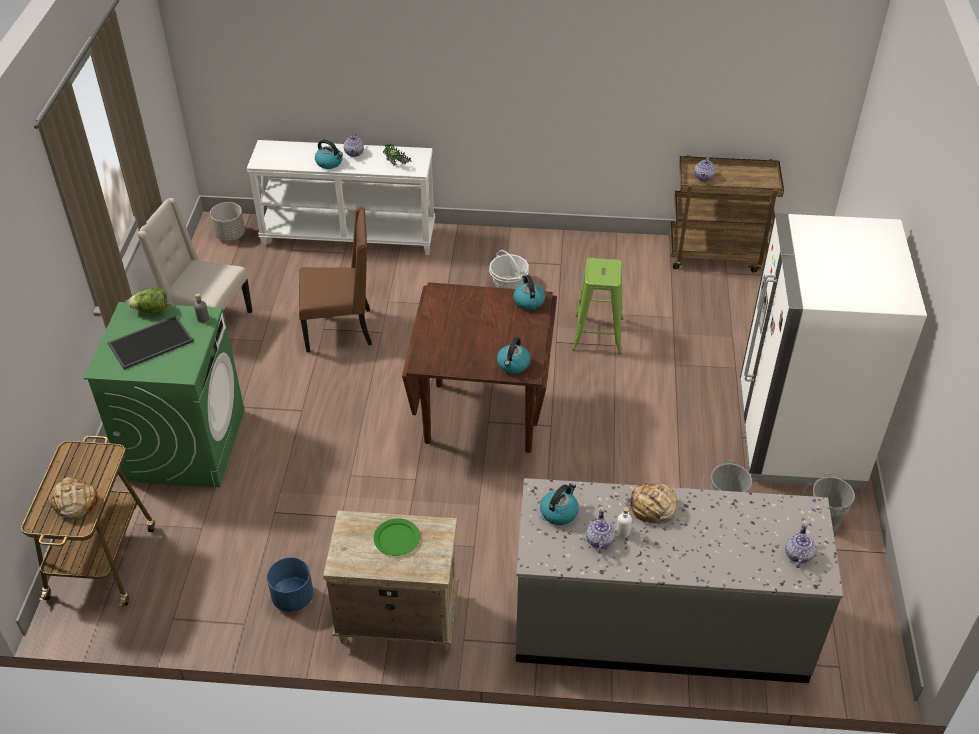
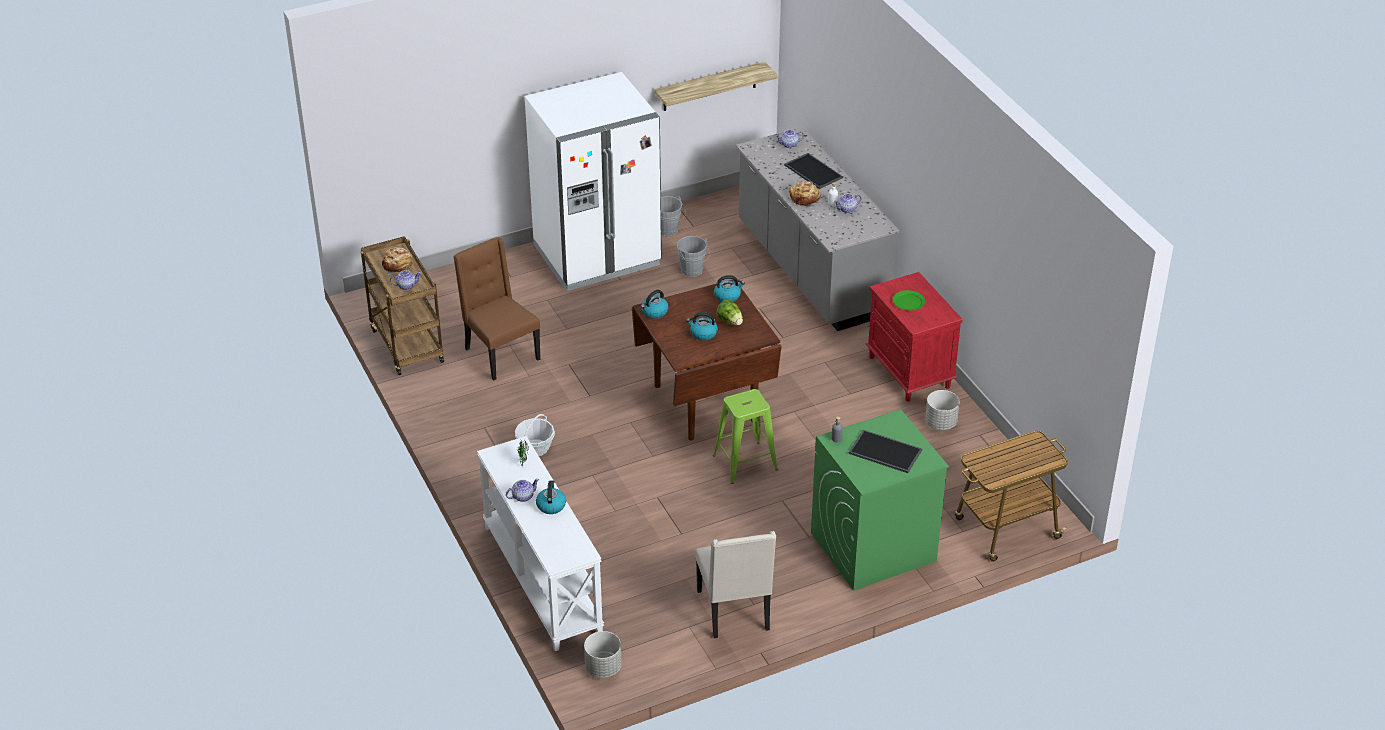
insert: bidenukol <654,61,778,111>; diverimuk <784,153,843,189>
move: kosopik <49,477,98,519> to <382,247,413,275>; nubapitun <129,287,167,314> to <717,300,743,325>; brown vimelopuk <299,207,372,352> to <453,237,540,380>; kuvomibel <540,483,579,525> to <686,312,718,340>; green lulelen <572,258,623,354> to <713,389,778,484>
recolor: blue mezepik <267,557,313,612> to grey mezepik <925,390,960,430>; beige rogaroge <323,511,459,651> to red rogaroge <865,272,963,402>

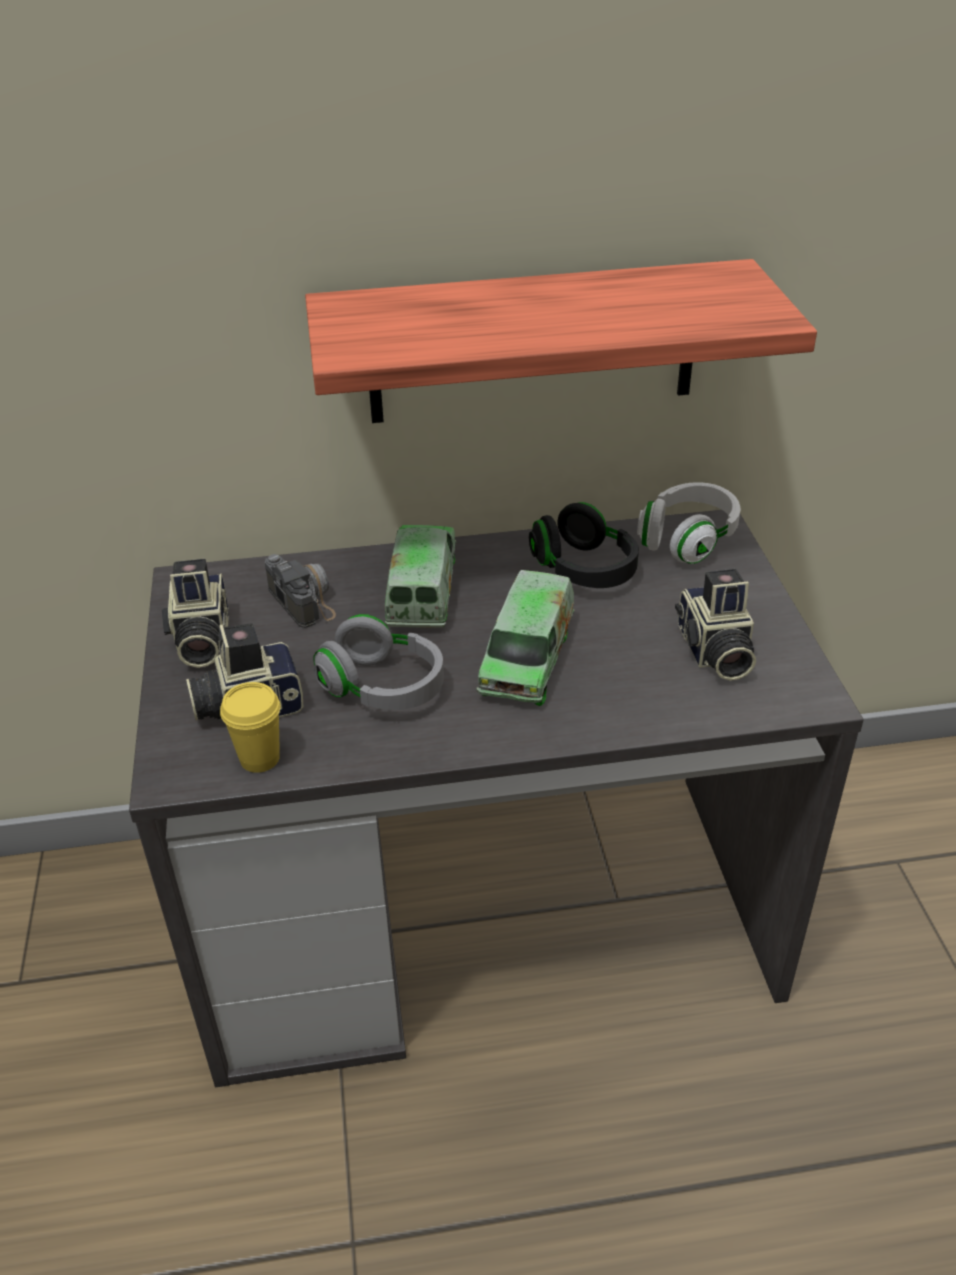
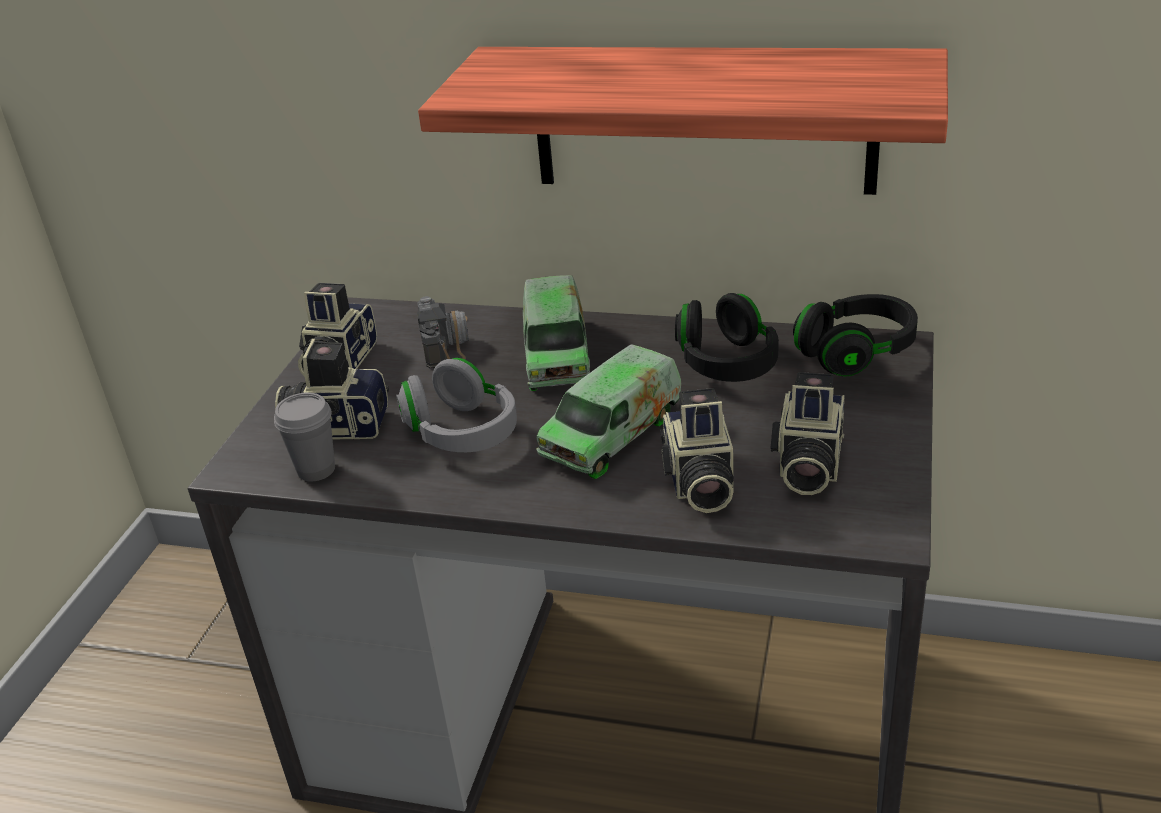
insert: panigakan <660,388,733,513>
recolor: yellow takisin <220,682,280,773> to grey takisin <274,393,335,481>; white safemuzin <637,482,741,564> to black safemuzin <793,294,918,377>
rotate: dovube <385,525,457,628> = <523,275,590,391> 150 degrees clockwise

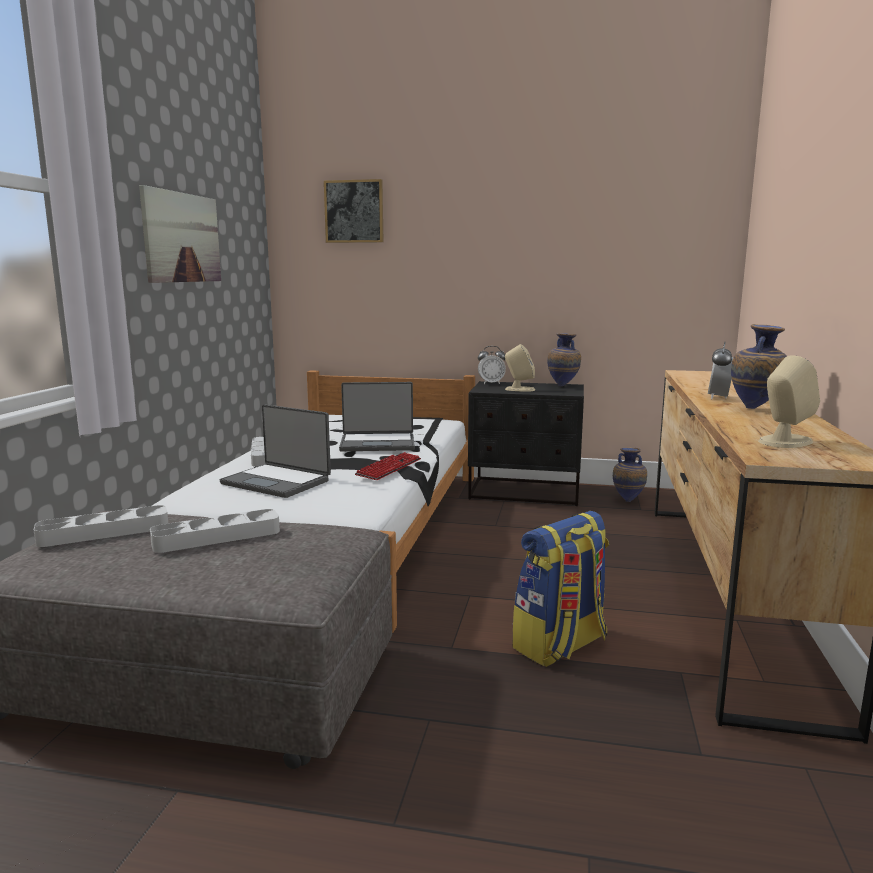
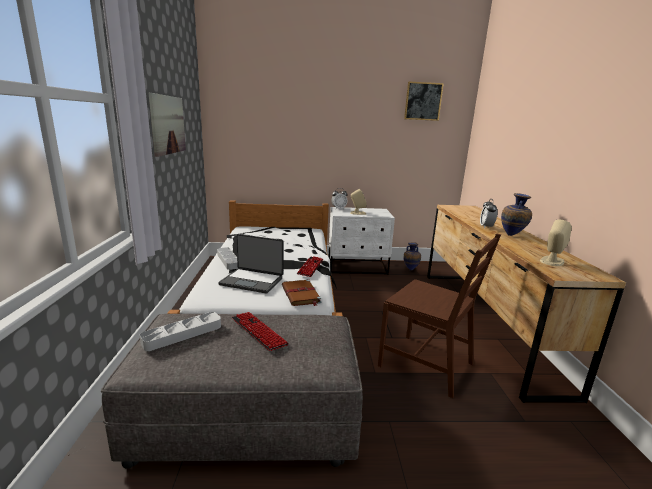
delete: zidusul <339,382,415,451>; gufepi <547,333,581,386>
insert: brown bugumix <282,279,322,306>
move: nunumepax <324,179,384,243> to <404,82,444,121>
replace: grey diverimuk <150,509,280,553> to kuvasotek <231,312,289,351>; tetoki <512,511,609,667> to brown vimelopuk <378,234,501,398>
recolor: black rogaroge <468,381,584,506> to white rogaroge <329,207,395,275>

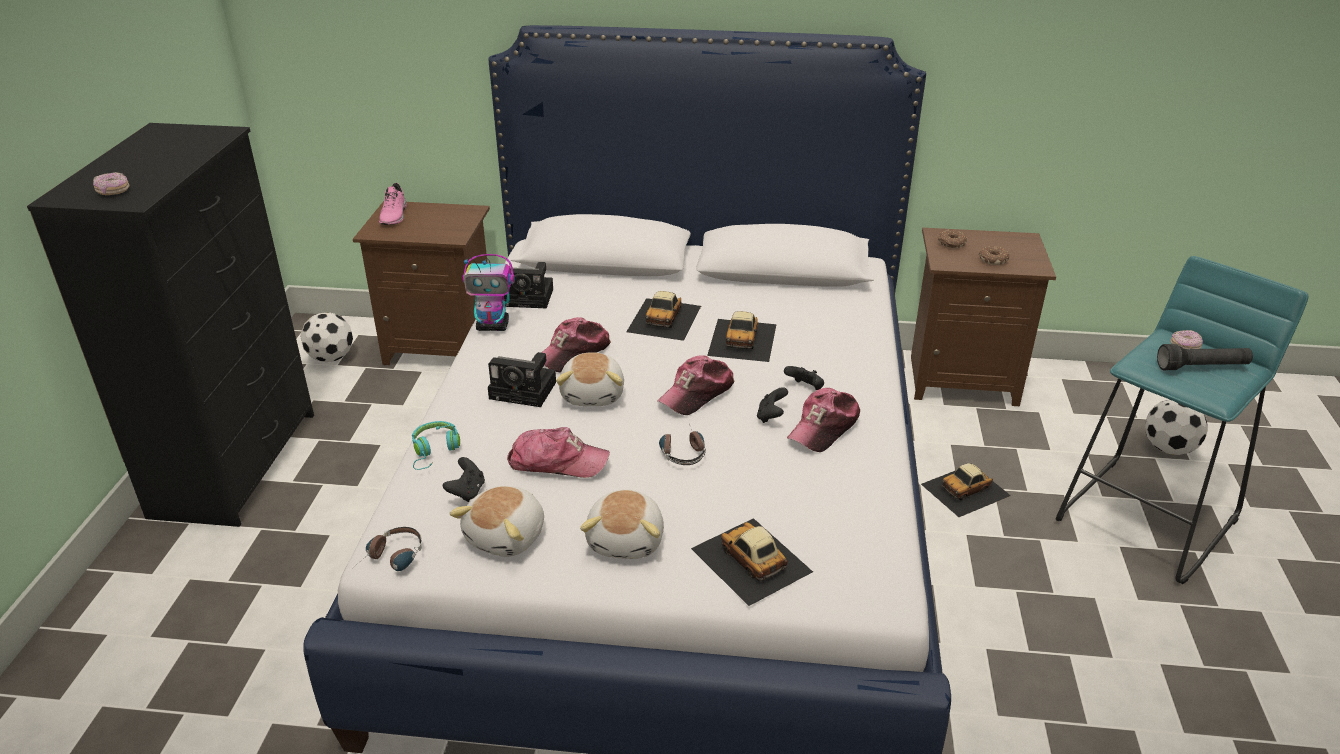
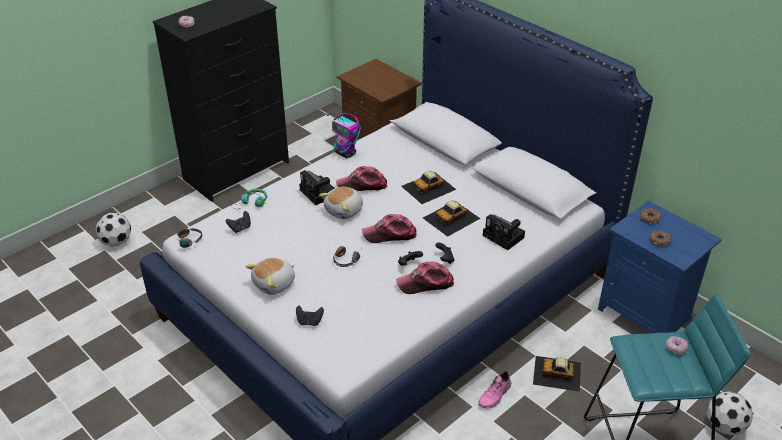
delete: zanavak <449,486,544,557>; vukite <507,427,610,478>; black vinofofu <1157,344,1253,370>
move: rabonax <300,312,353,362> to <95,213,131,246>; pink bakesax <379,183,407,225> to <478,371,511,408>; panigakan <504,262,553,308> to <483,214,525,250>
replace: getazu <691,518,813,606> to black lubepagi <296,306,324,326>
recolor: brown rogaroge <911,228,1056,406> to blue rogaroge <598,201,722,333>

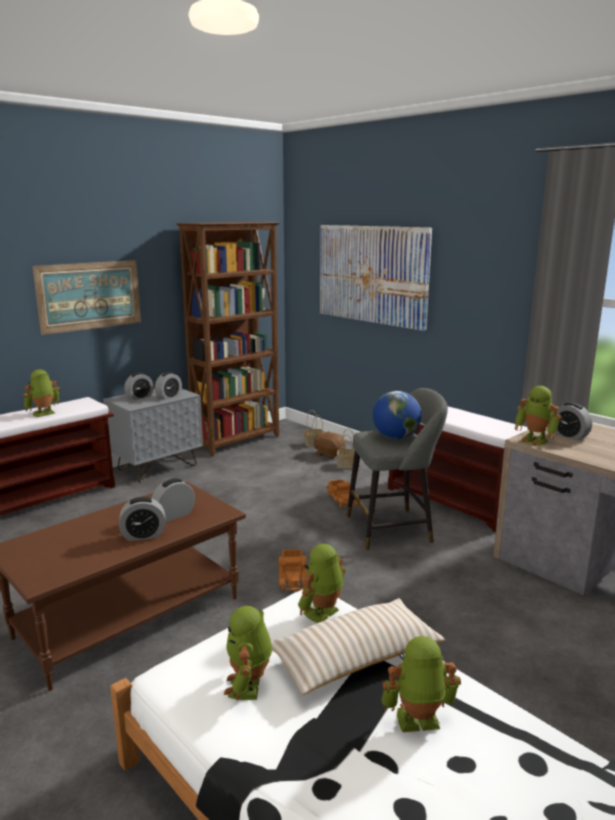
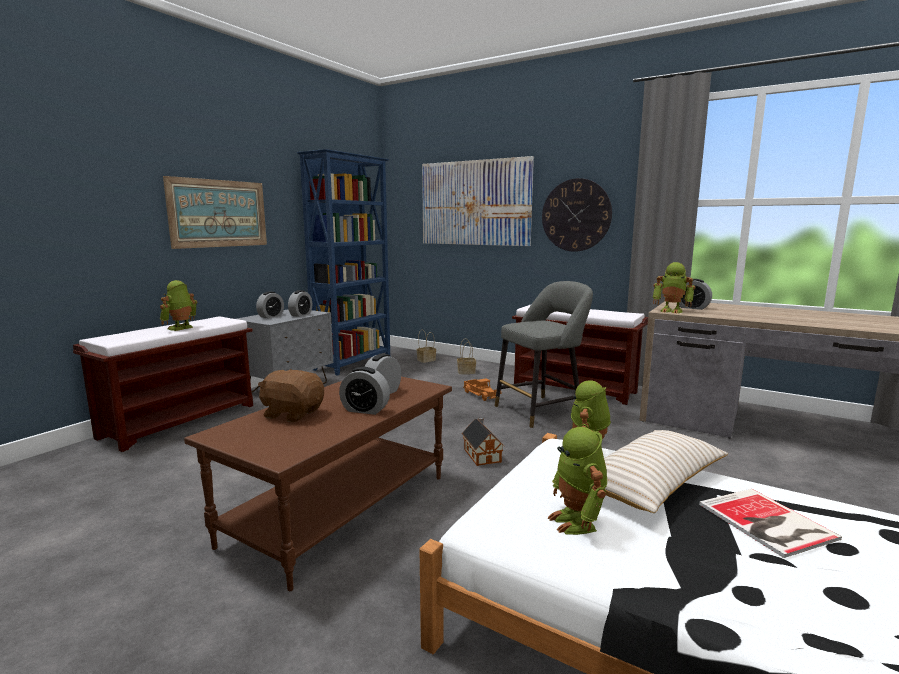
delete: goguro <373,391,422,439>
insert: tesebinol <542,178,612,252>
move: brown zanavak <314,431,346,459> to <258,369,324,422>
replace: dovube <279,550,307,591> to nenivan <462,417,504,466>; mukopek <381,636,461,732> to bugumix <699,489,842,558>
recolor: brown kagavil <176,222,280,456> to blue kagavil <297,149,390,376>
rotate: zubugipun <119,497,165,541> = <339,367,390,415> 45 degrees clockwise

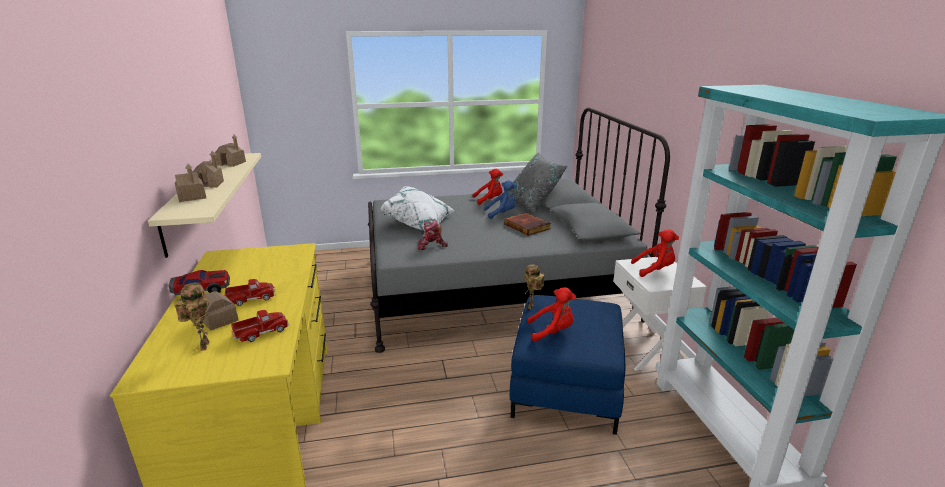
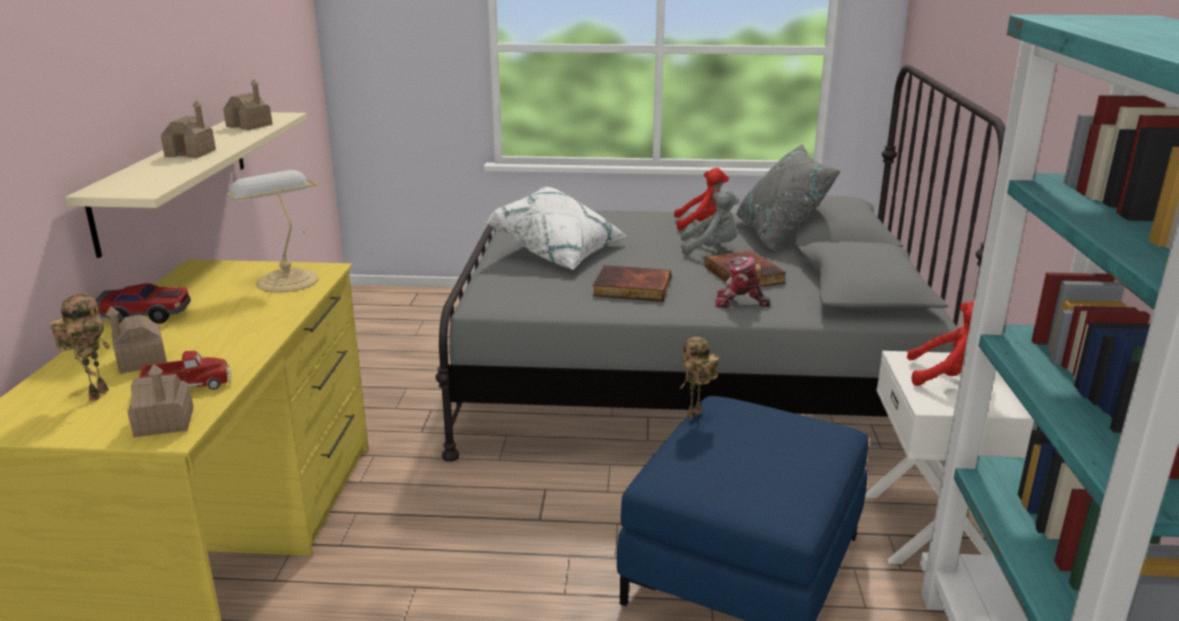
delete: dovube <225,279,276,306>; red zanavak <527,287,576,342>
insert: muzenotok <227,170,318,293>; bugumix <593,265,671,302>
move: nenivan <175,164,206,202> to <127,364,194,437>; mukopek <418,220,448,250> to <715,257,770,308>
recolor: blue zanavak <484,180,517,219> to grey zanavak <681,189,740,256>

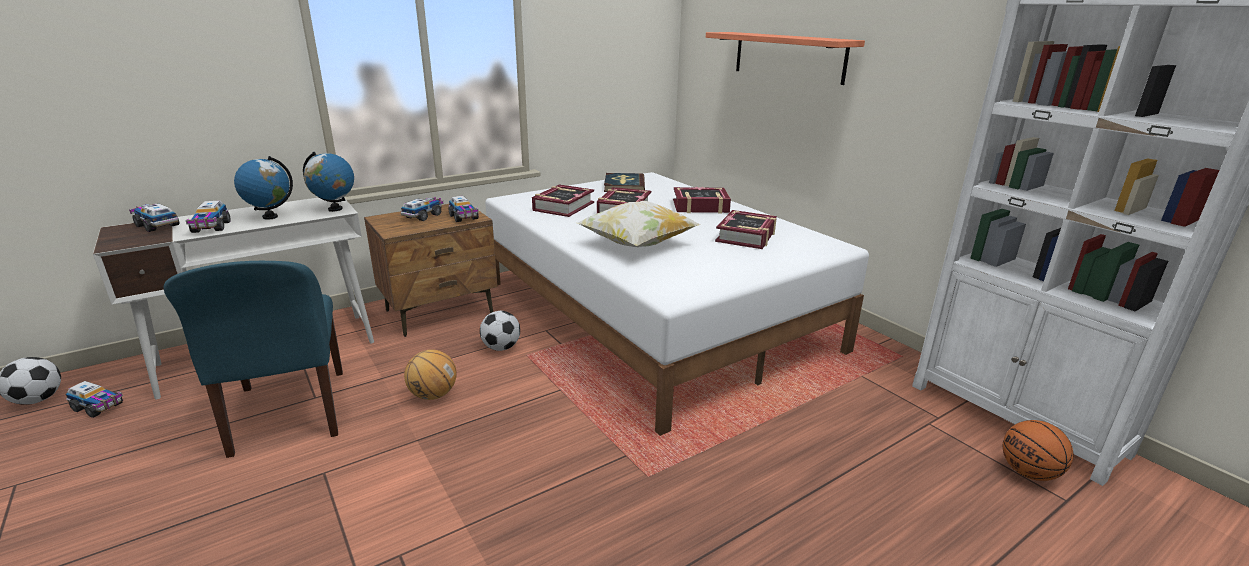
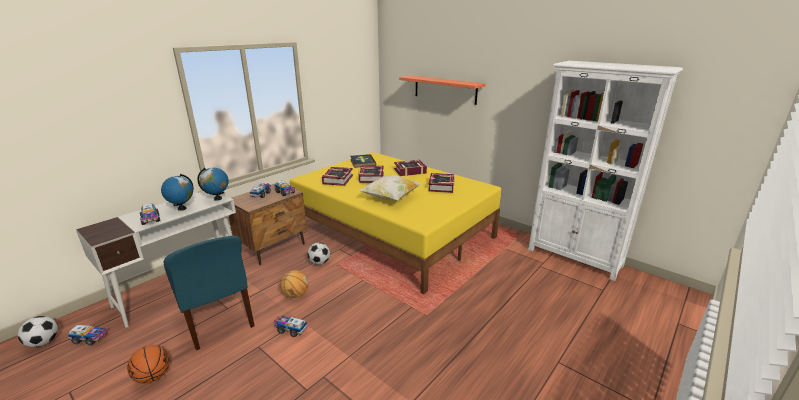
move: dovube <129,204,180,232> to <274,315,308,337>; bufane <1003,420,1073,481> to <127,345,170,384>
recolor: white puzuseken <485,172,869,436> to yellow puzuseken <290,152,501,294>

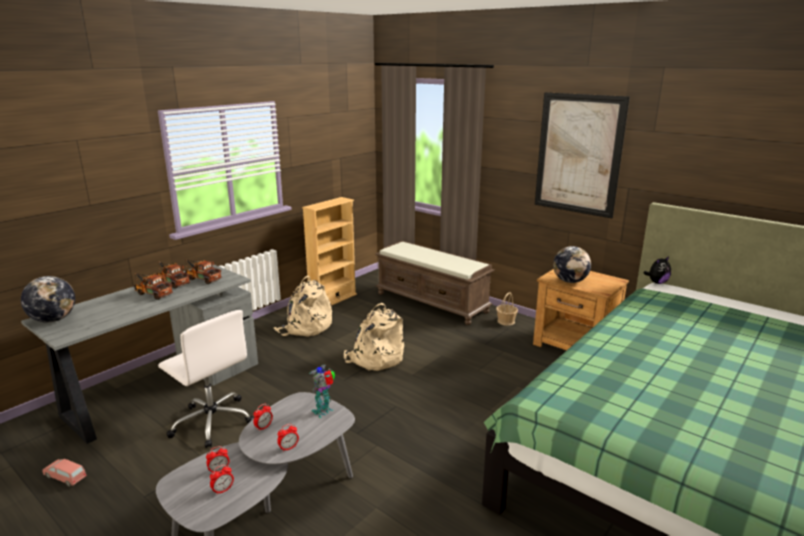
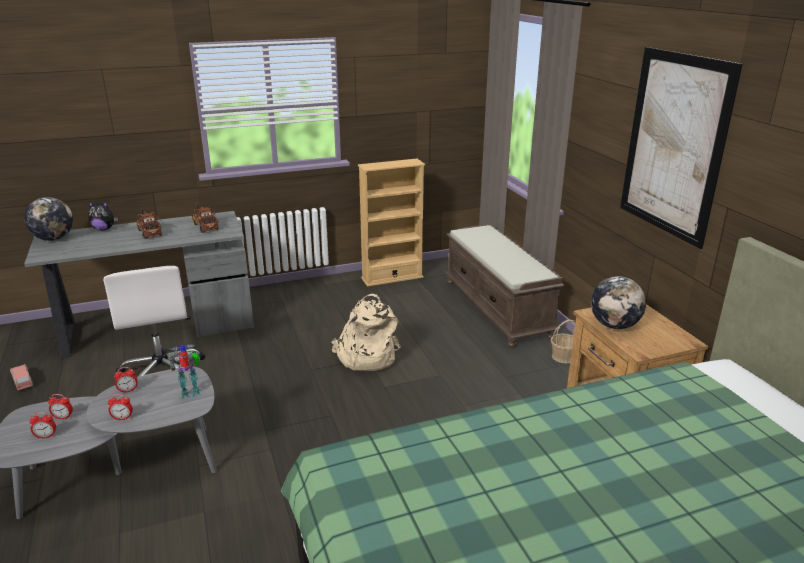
delete: dovube <157,262,190,288>; beige tetoki <274,276,332,337>
move: zanavak <643,256,671,284> to <88,201,118,230>

